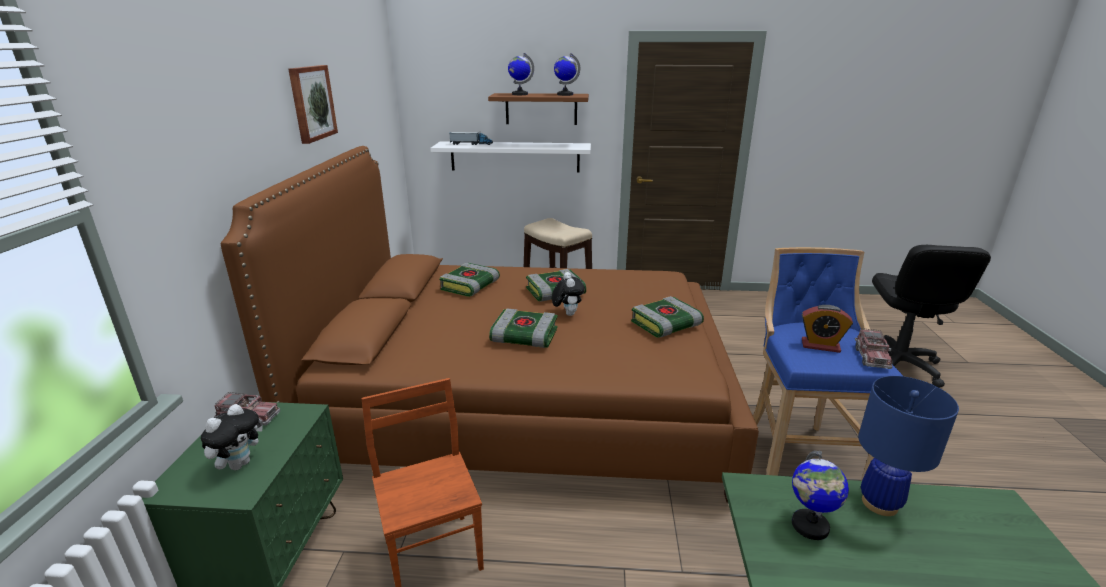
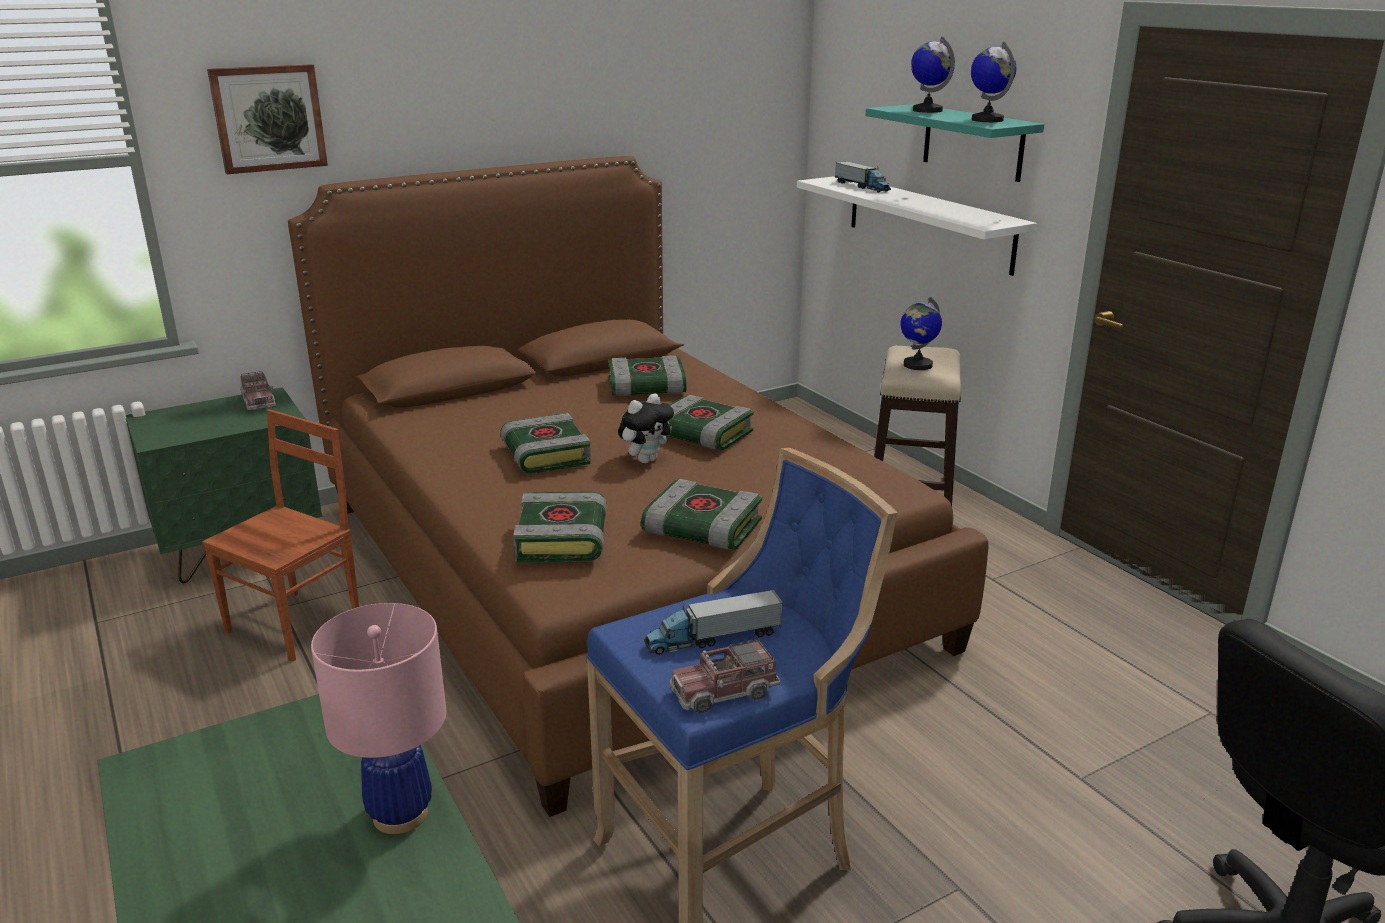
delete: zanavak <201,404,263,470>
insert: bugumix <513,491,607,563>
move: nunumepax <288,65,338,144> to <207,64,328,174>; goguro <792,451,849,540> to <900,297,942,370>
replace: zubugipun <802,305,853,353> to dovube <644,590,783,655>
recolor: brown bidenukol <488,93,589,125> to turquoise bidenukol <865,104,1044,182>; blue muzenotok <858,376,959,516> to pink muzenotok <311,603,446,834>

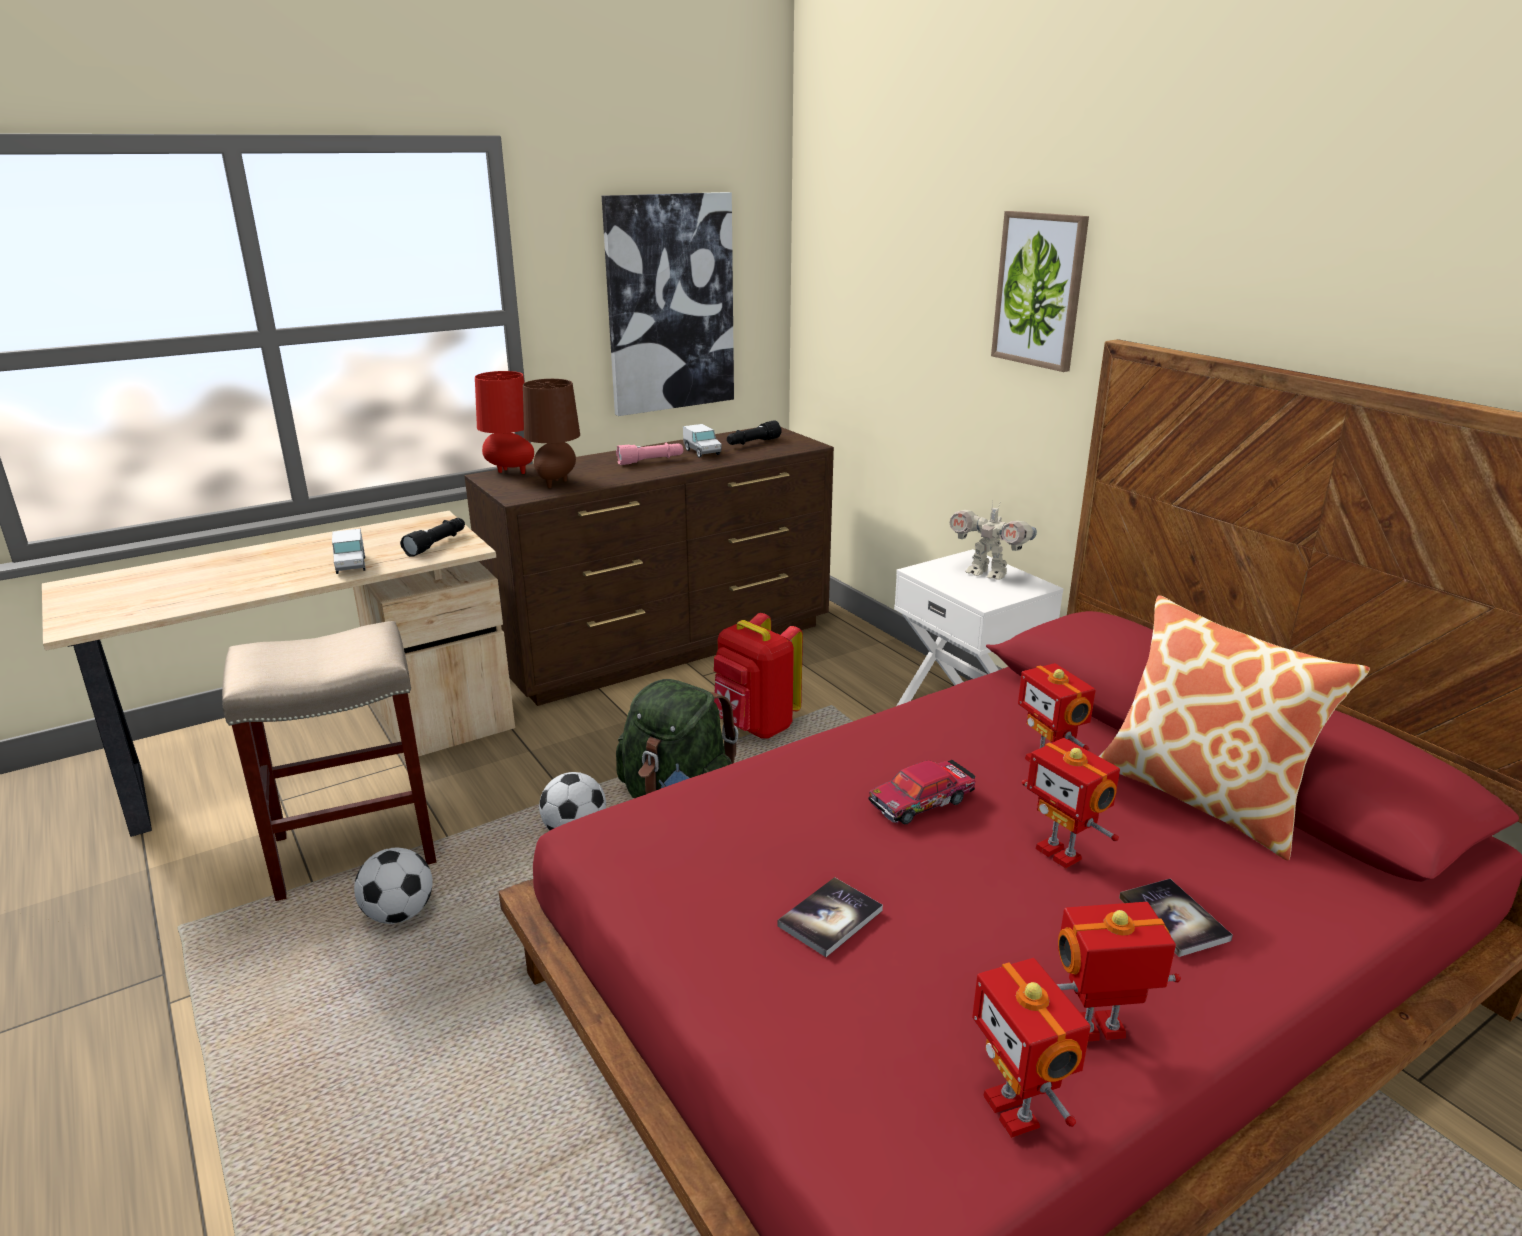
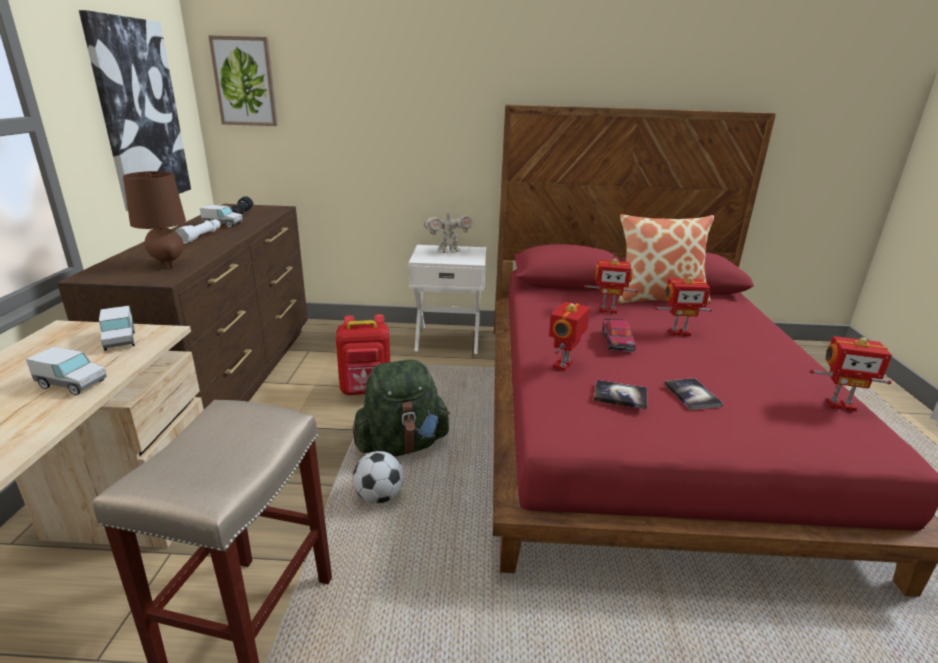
delete: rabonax <354,848,433,924>; red muzenotok <475,371,534,474>
move: nunumepax <991,211,1089,372> to <208,35,278,126>; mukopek <1057,902,1181,1042> to <549,302,590,371>; bugumix <1119,879,1233,957> to <594,380,647,409>
replace: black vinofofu <400,518,465,557> to dovube <99,306,135,351>
recolor: pink vinofofu <616,443,683,465> to white vinofofu <176,219,221,244>

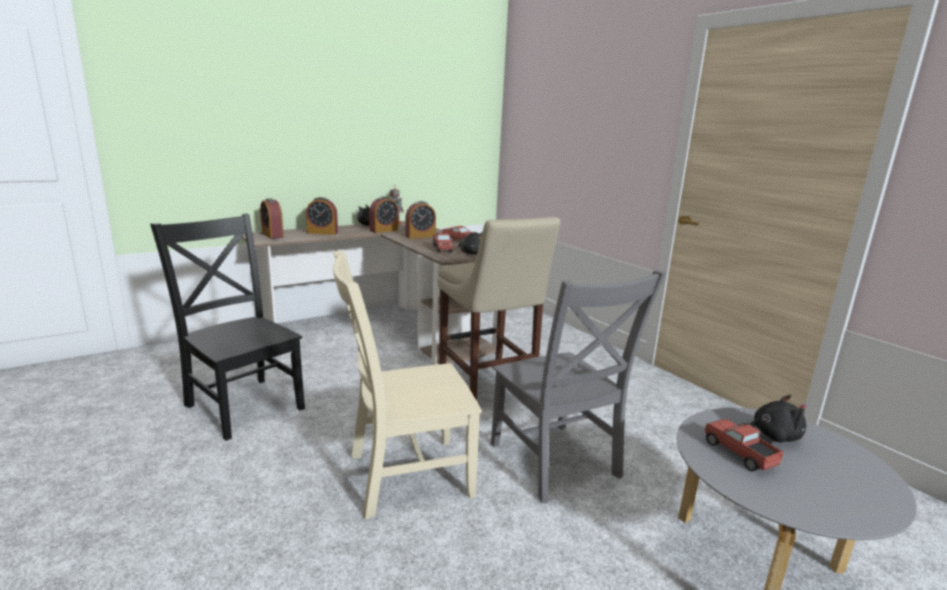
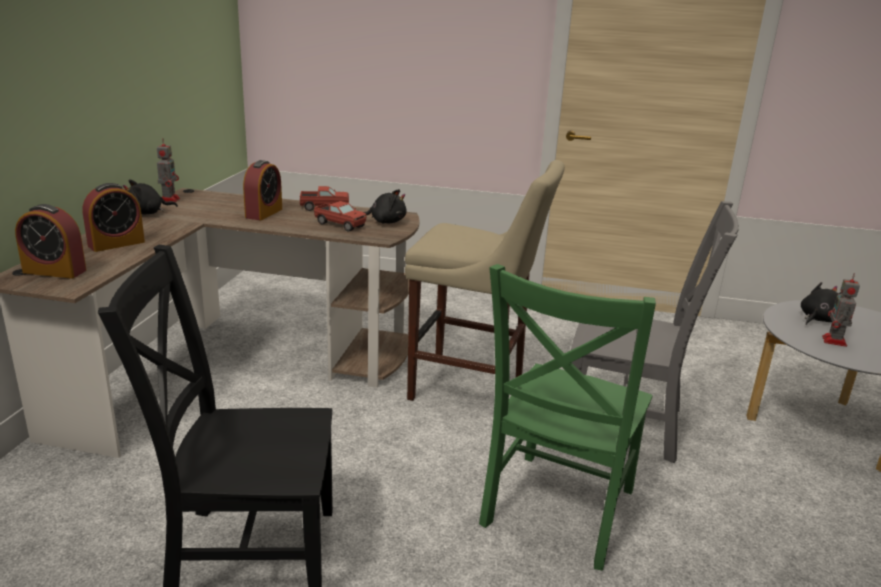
delete: zubugipun <369,196,398,233>
replace: dovube <705,419,783,471> to mukopek <822,273,860,347>
recolor: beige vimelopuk <333,251,482,520> to green vimelopuk <479,264,656,571>

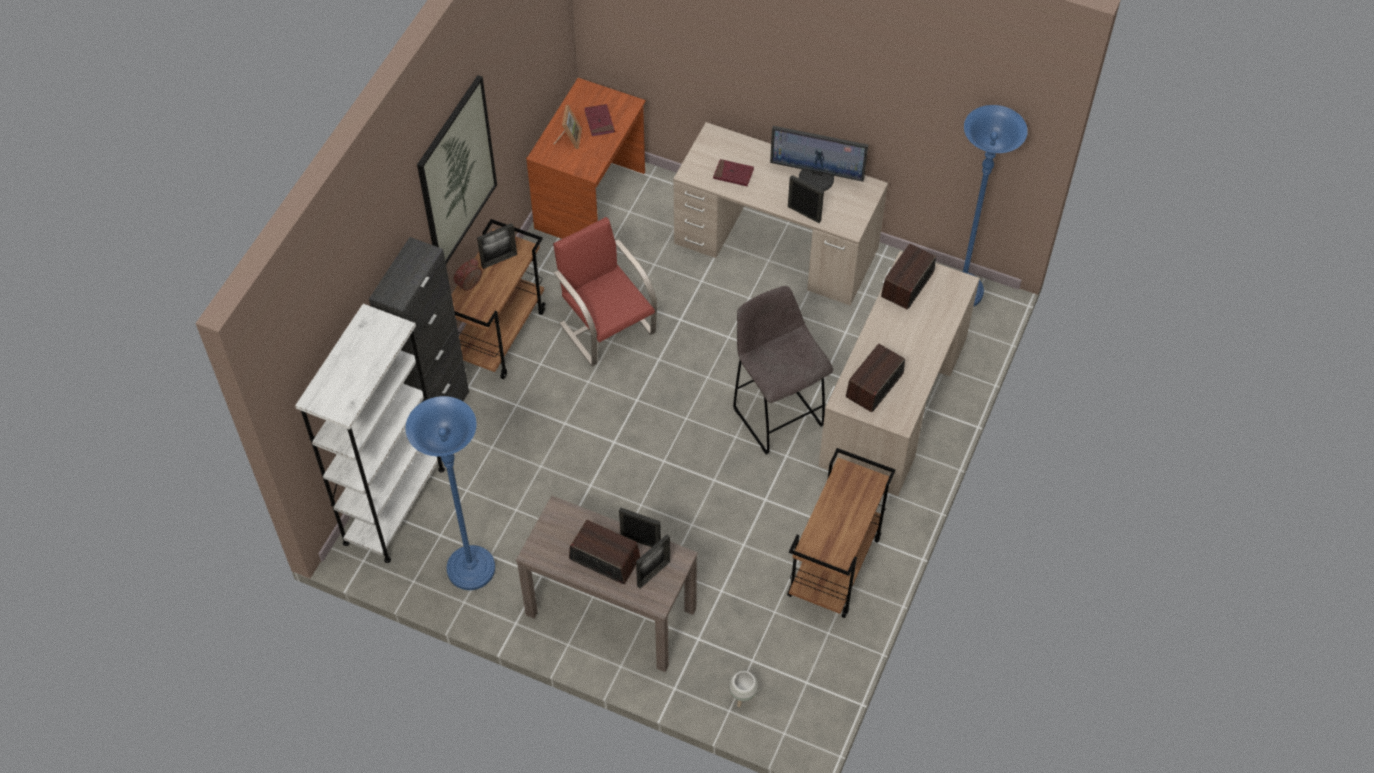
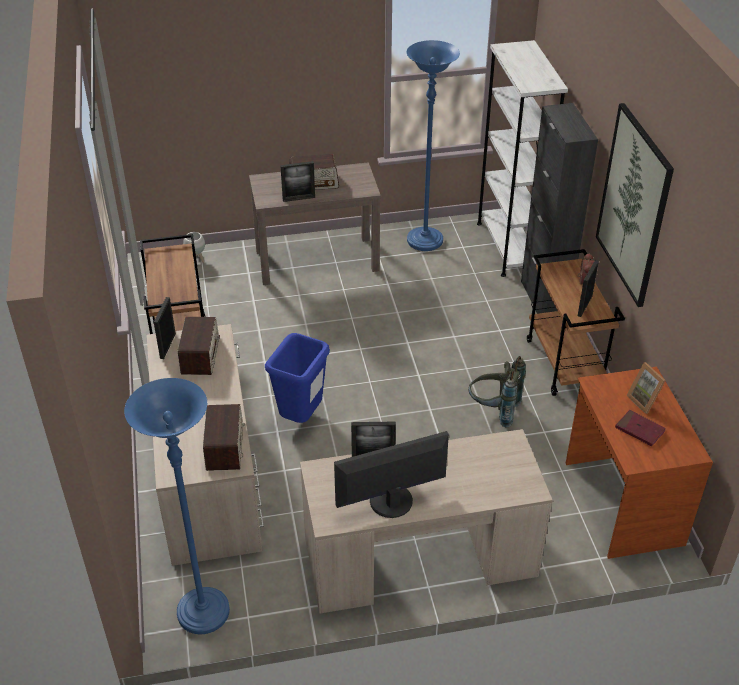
delete: red bugumix <713,159,754,186>
move: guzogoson <636,534,670,589> to <154,297,176,359>
replace: red vimelopuk <553,217,657,366> to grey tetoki <468,356,526,427>; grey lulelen <733,286,833,455> to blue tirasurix <265,333,330,423>

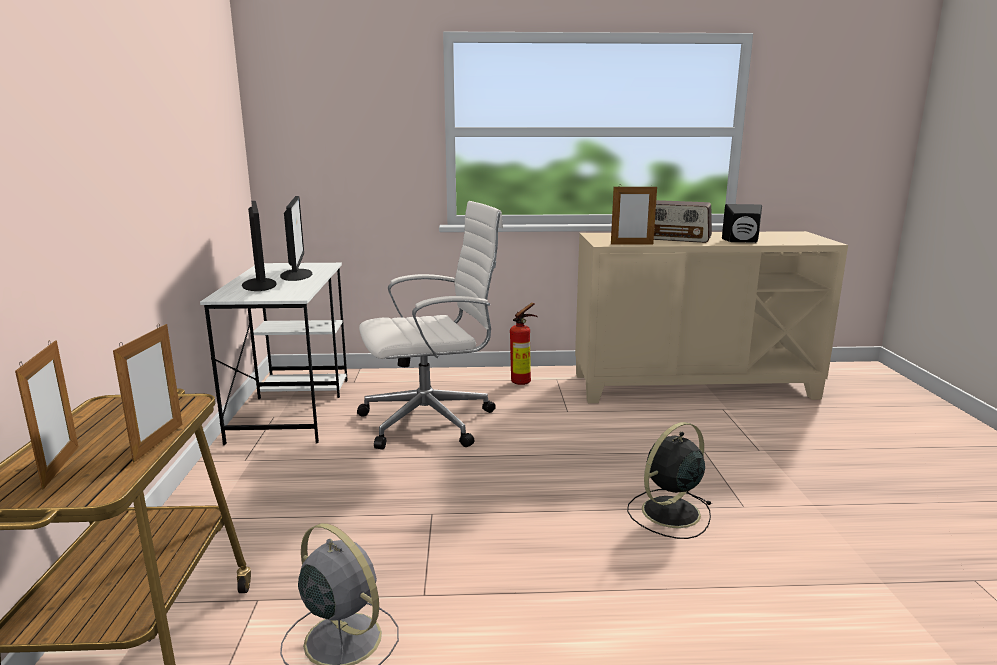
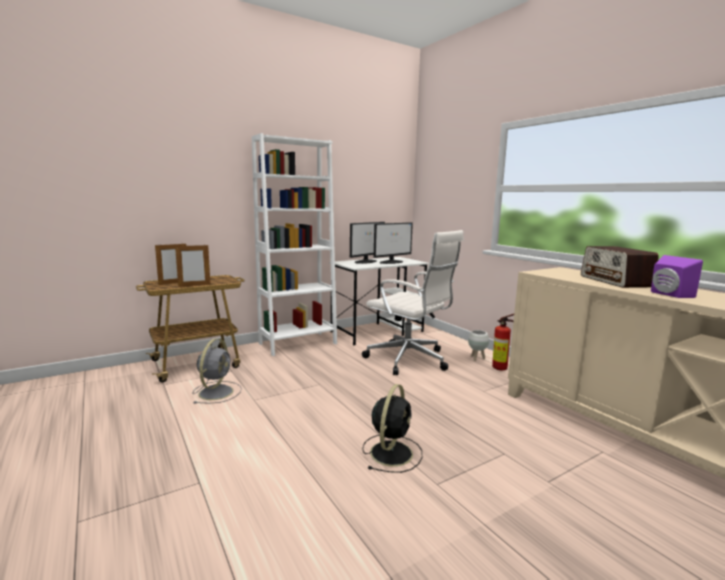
delete: guzogoson <611,185,657,245>
insert: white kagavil <252,133,337,356>; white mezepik <468,330,489,361>
recolor: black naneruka <722,204,762,243> to purple naneruka <651,255,703,298>
rotate: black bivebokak <627,422,712,539> = <362,384,422,473> 90 degrees clockwise

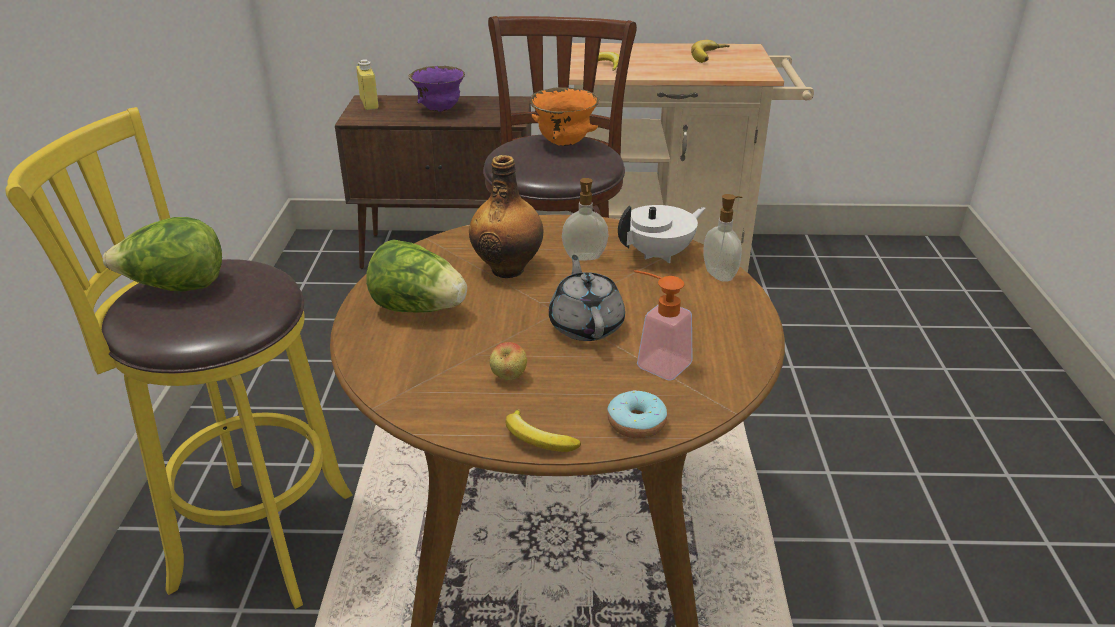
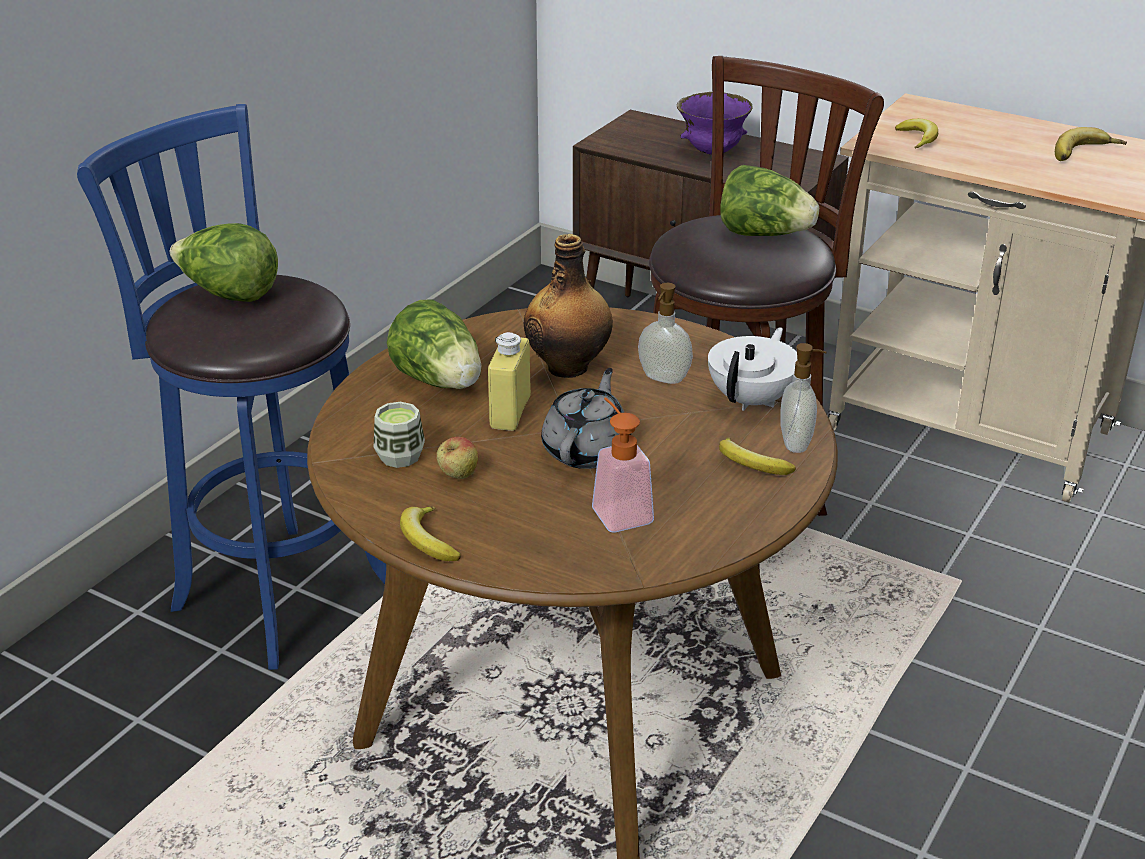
delete: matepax <607,390,667,439>
insert: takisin <374,402,425,468>; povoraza <719,437,796,475>
move: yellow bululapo <356,59,379,110> to <488,332,531,431>
replace: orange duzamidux <530,87,599,146> to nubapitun <721,165,819,236>
recolor: yellow lulelen <5,107,353,609> to blue lulelen <77,104,386,670>
rotate: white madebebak <618,205,706,263> = <708,327,797,411> 60 degrees counterclockwise

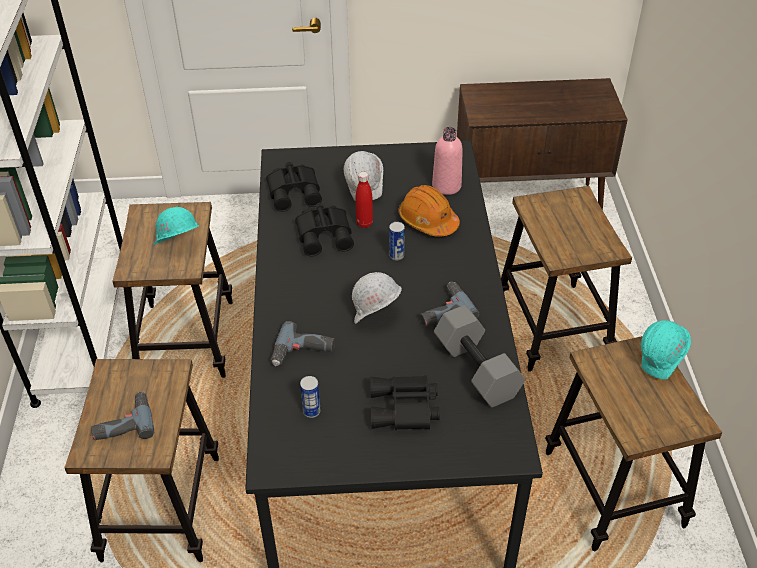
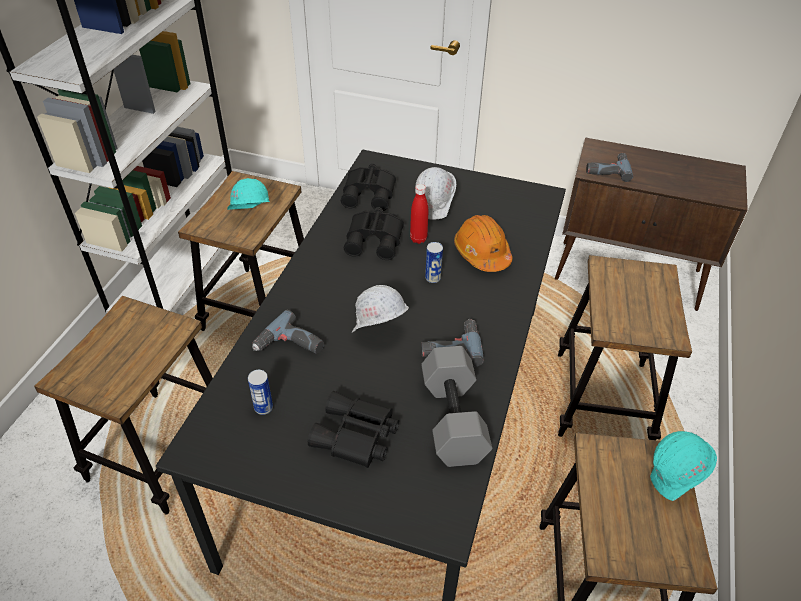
delete: pink bululapo <432,127,463,195>
move: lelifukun <91,392,154,440> to <586,153,633,182>

